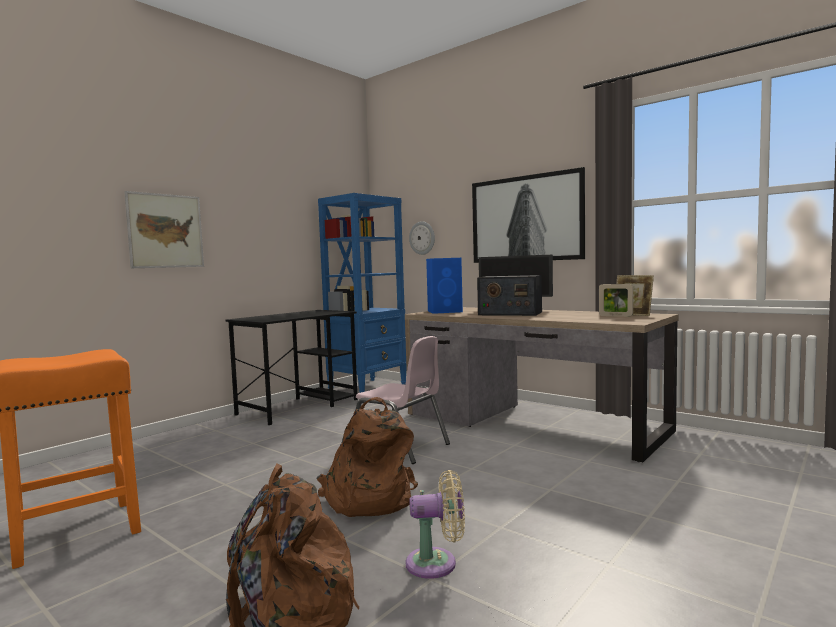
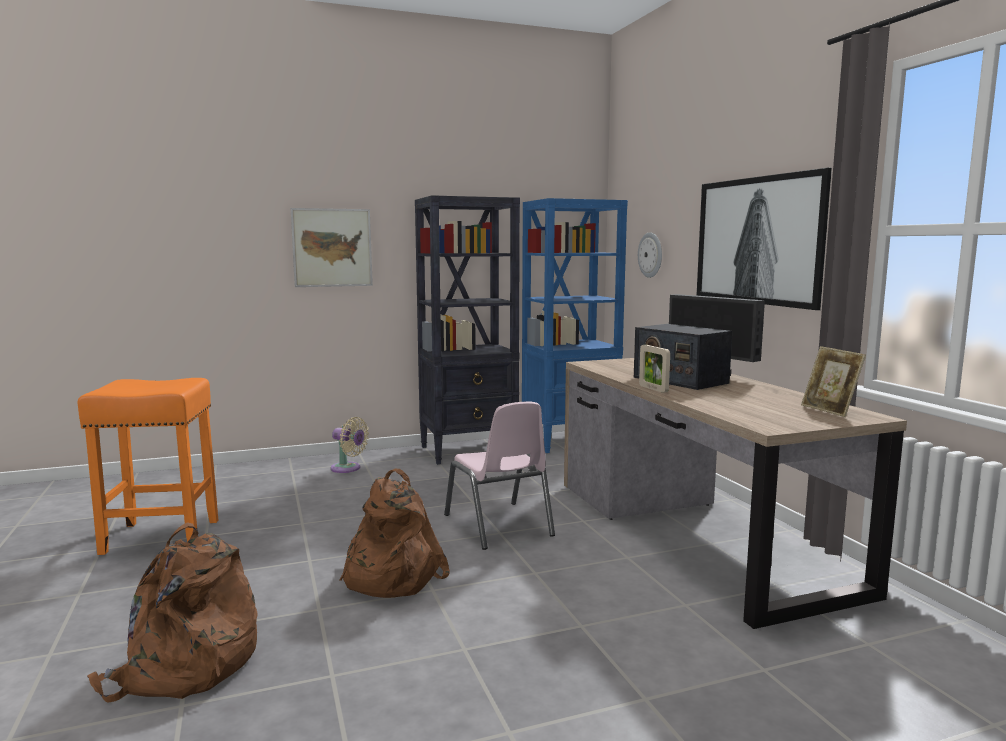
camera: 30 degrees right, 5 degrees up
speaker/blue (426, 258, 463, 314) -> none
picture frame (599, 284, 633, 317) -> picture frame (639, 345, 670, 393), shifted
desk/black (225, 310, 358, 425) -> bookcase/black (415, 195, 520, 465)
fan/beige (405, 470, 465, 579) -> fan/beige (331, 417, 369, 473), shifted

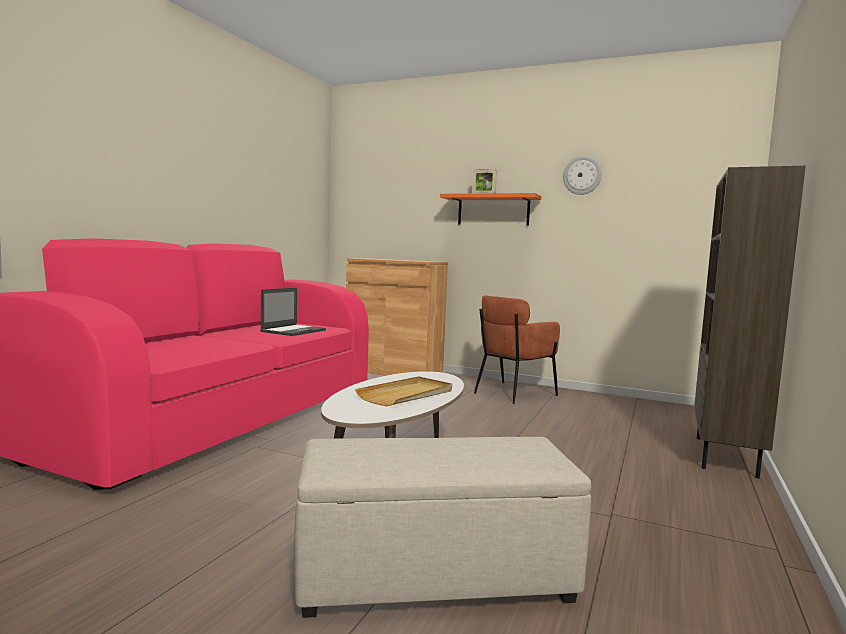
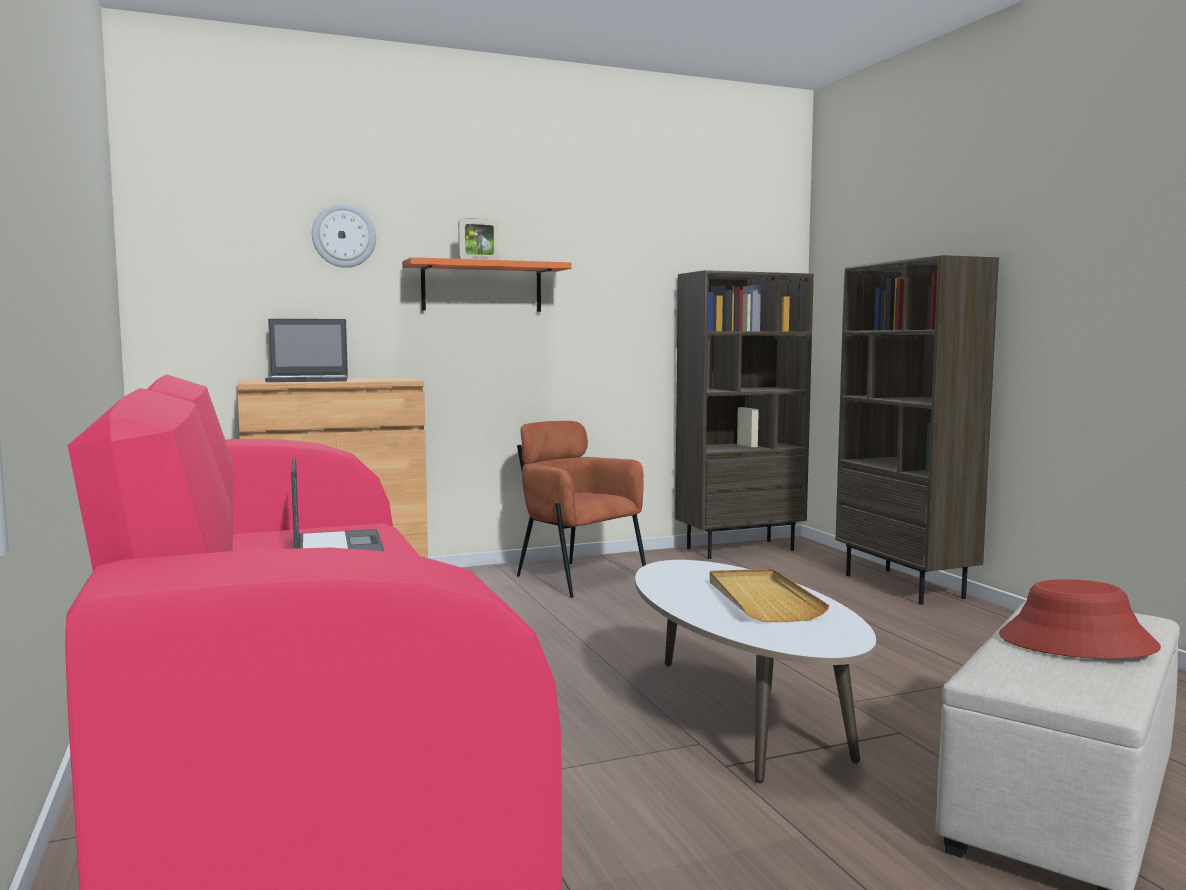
camera: 45 degrees left, 0 degrees up
wall clock (563, 156, 602, 195) -> wall clock (312, 204, 376, 268), shifted
armchair/brown (474, 295, 560, 404) -> armchair/brown (517, 421, 646, 598), 135 degrees clockwise
none -> bookcase/brown (675, 270, 814, 559)
none -> laptop (265, 319, 348, 382)
none -> hat/red (999, 579, 1161, 659)

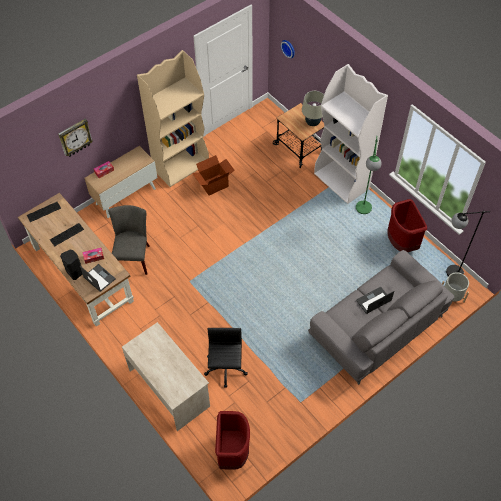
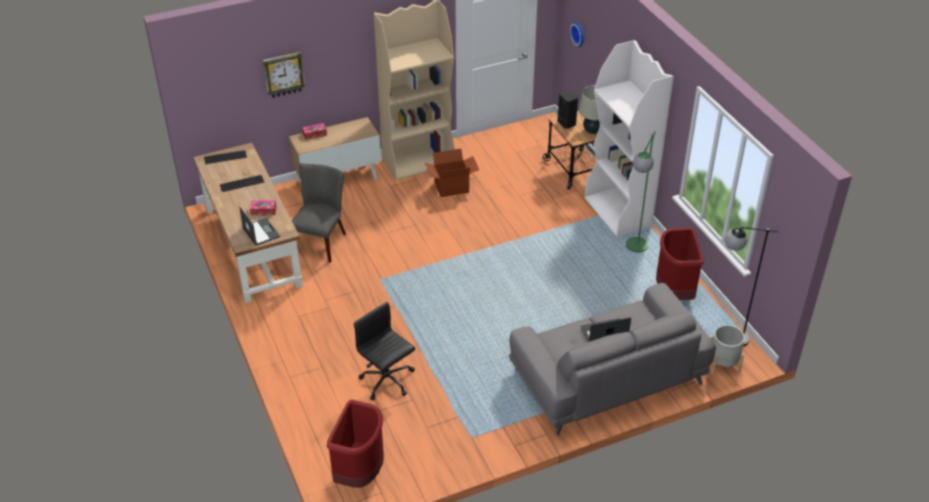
camera: 15 degrees right, 15 degrees down
speaker/black (60, 250, 82, 280) -> speaker/black (558, 90, 578, 129), shifted
desk/beige (122, 322, 210, 431) -> none
office chair/black (204, 328, 248, 388) -> office chair/black (354, 302, 415, 400), 60 degrees counterclockwise

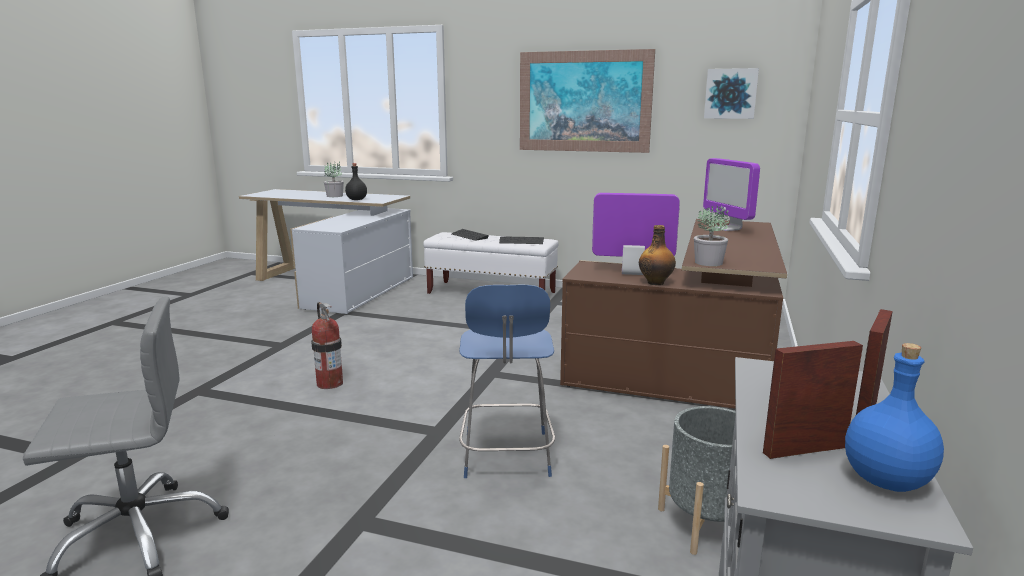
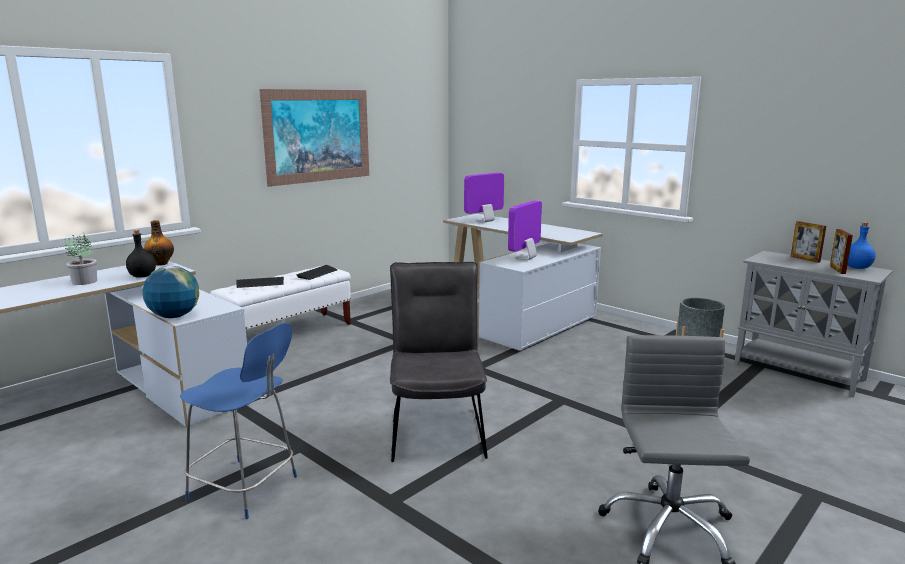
camera: 65 degrees left, 0 degrees up
picture (704, 68, 759, 119) -> none
monitor (703, 158, 760, 231) -> monitor (464, 173, 504, 223), 135 degrees clockwise
potted plant (694, 205, 729, 266) -> none
desk/brown (560, 219, 787, 409) -> desk/white (443, 213, 603, 351)
bottle (639, 225, 676, 285) -> bottle (144, 220, 174, 266), shifted
chair/blue (459, 285, 555, 478) -> chair/blue (180, 323, 297, 519), shifted
fire extinguisher (311, 302, 343, 389) -> chair/grey (390, 262, 488, 462)
none -> globe (142, 266, 199, 318)

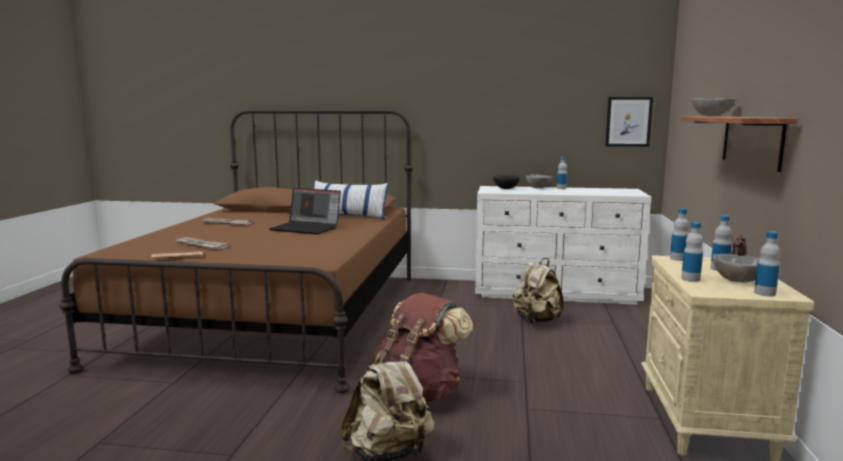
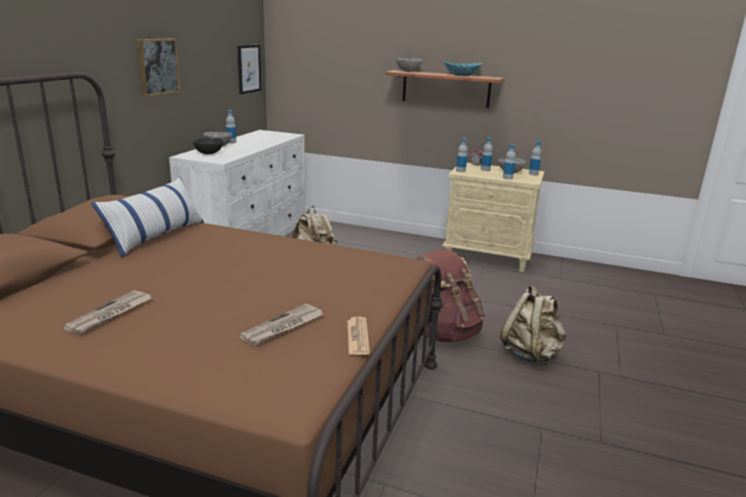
camera: 80 degrees left, 10 degrees up
laptop (269, 188, 341, 235) -> none
none -> picture (137, 39, 180, 97)
none -> bowl (444, 62, 482, 76)

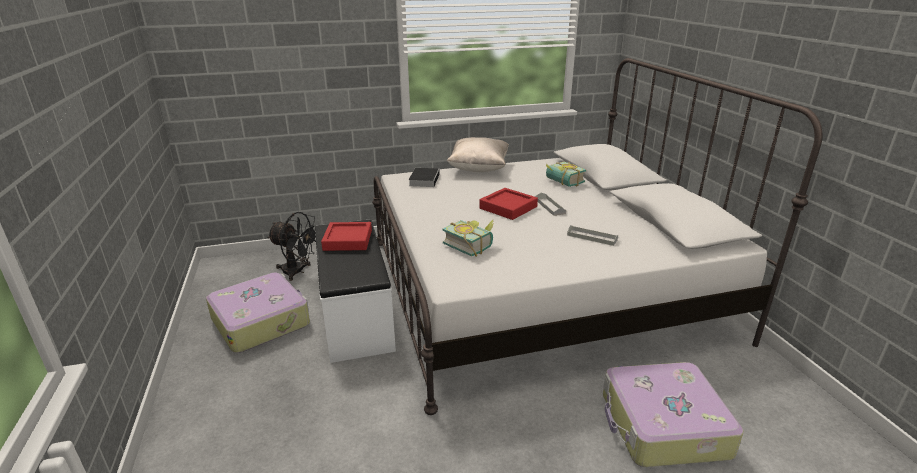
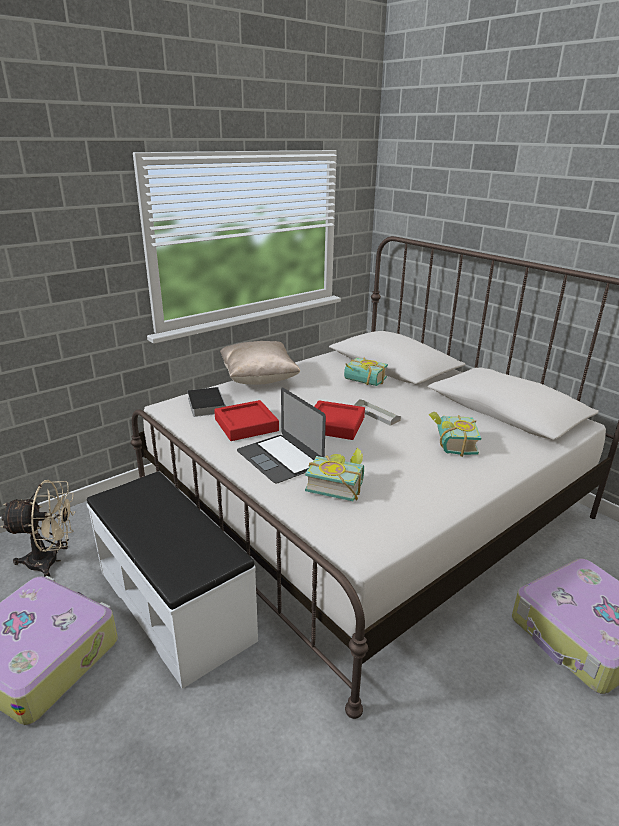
camera: 25 degrees left, 0 degrees up
fan/black (267, 212, 316, 281) -> fan/beige (0, 480, 75, 577)
tray/red (321, 222, 372, 251) -> tray/red (214, 400, 279, 441), shifted
tray/grey (567, 225, 618, 246) -> book (429, 412, 481, 457)
none -> laptop (237, 388, 326, 483)

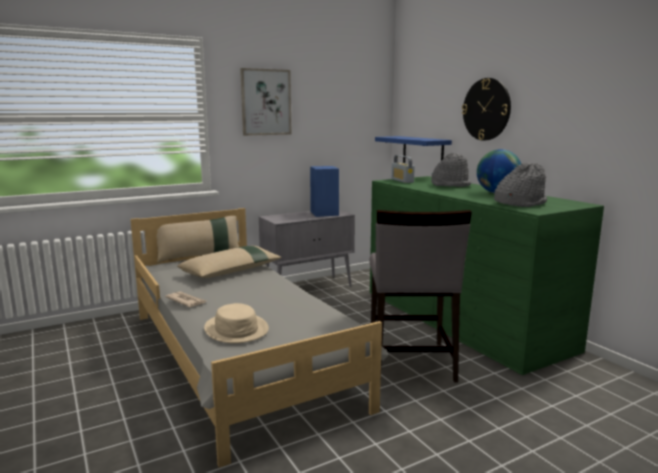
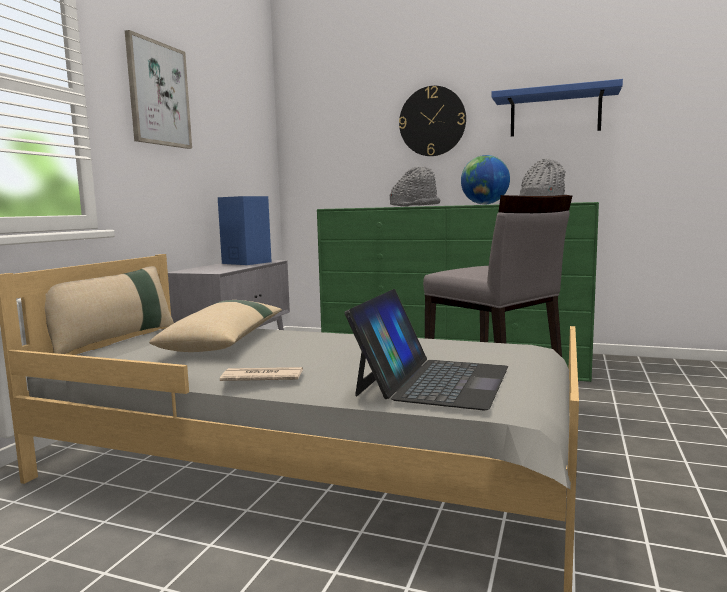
camera: 40 degrees left, 5 degrees down
shelf/blue (375, 136, 452, 163) -> shelf/blue (492, 79, 623, 137), shifted
radio (391, 155, 415, 183) -> none
hat/beige (204, 303, 269, 343) -> laptop (344, 289, 508, 410)

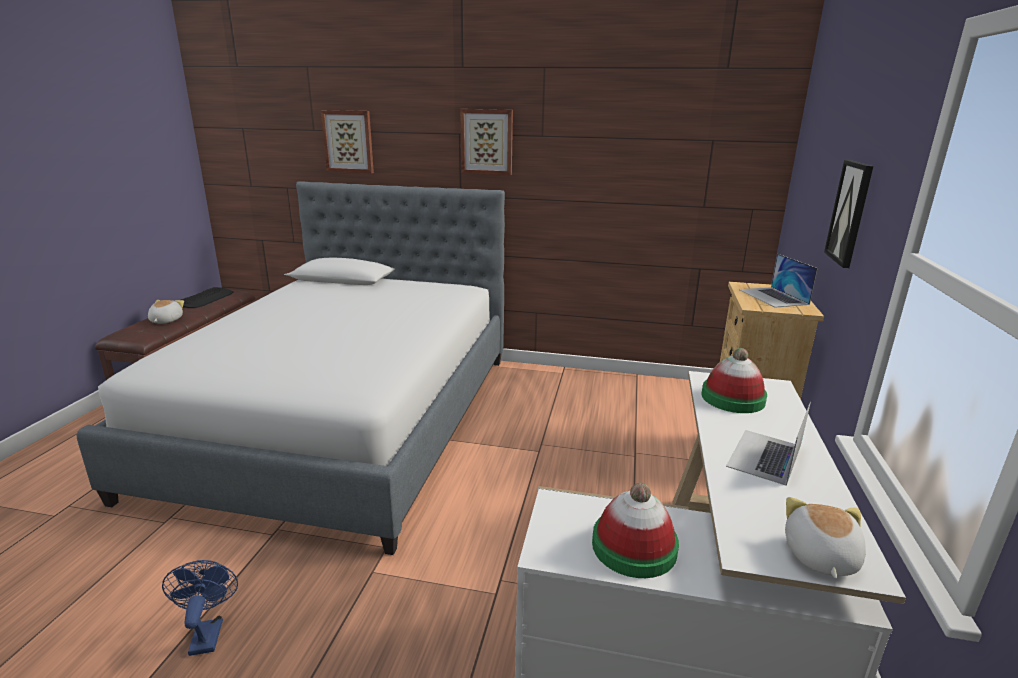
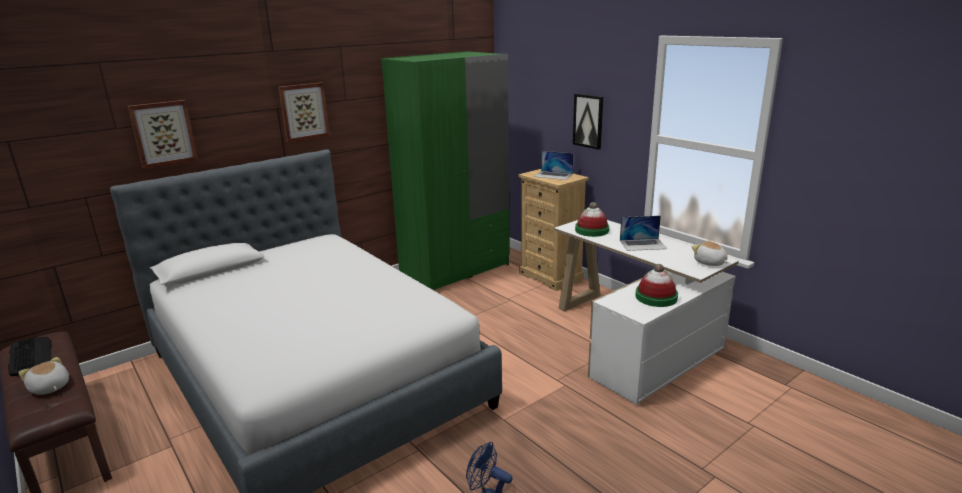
camera: 50 degrees left, 0 degrees up
laptop (726, 402, 811, 486) -> laptop (620, 216, 667, 251), 75 degrees counterclockwise
none -> wardrobe/green (381, 51, 510, 290)

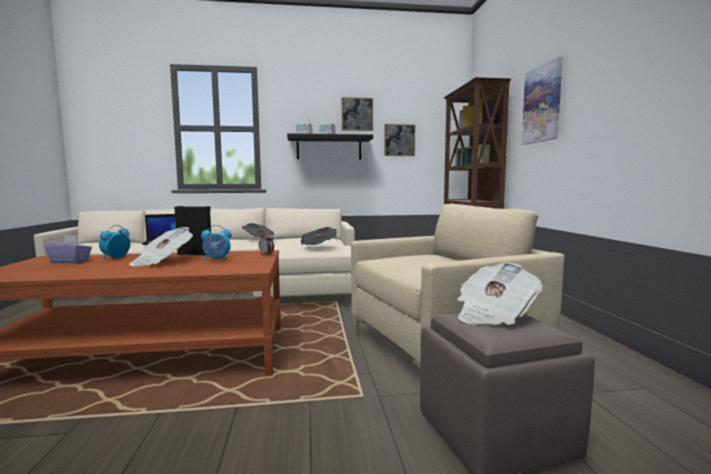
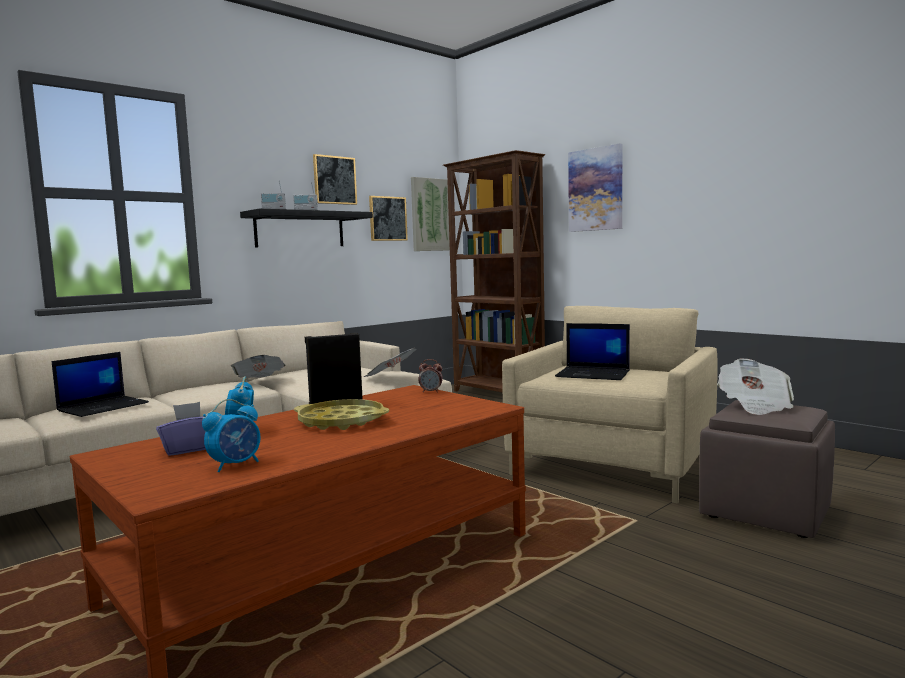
camera: 35 degrees left, 0 degrees up
alarm clock (201, 225, 232, 261) -> alarm clock (202, 399, 260, 473), shifted
newspaper (129, 227, 193, 266) -> tray/yellow (294, 399, 389, 430)
none -> picture (411, 177, 450, 251)
none -> laptop (555, 323, 630, 380)

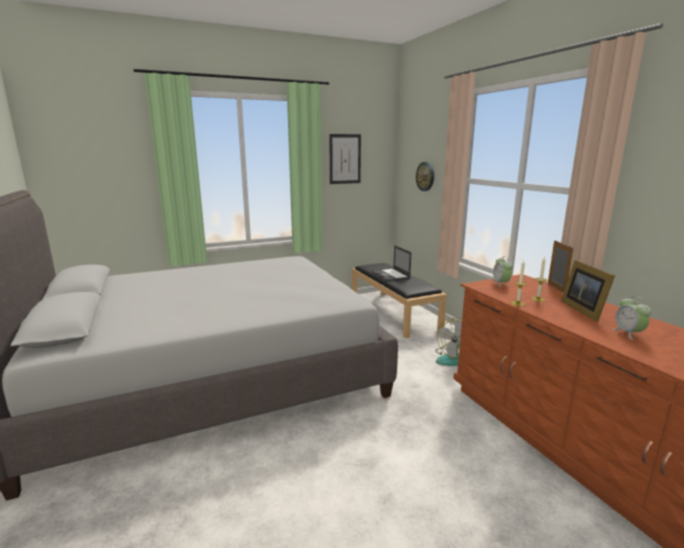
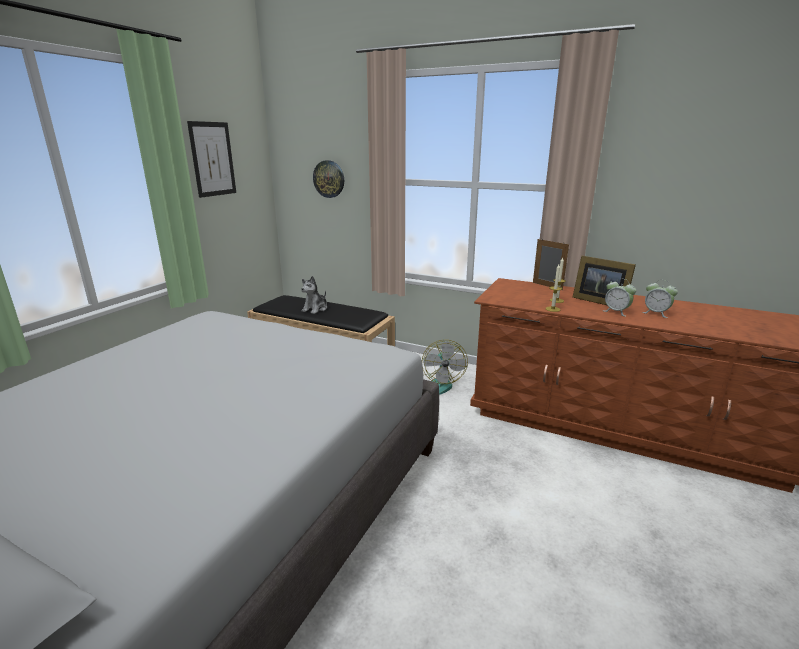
camera: 40 degrees left, 5 degrees up
laptop (372, 245, 411, 281) -> plush toy (301, 276, 327, 314)
alarm clock (492, 256, 513, 287) -> alarm clock (604, 279, 636, 317), shifted

